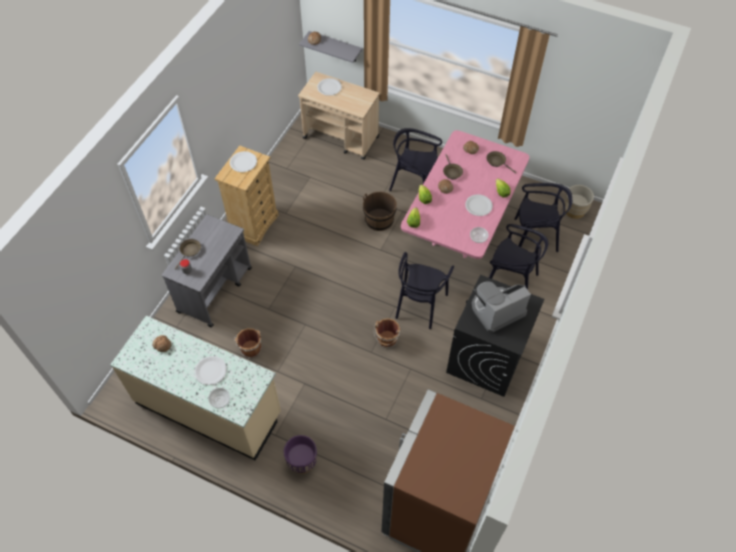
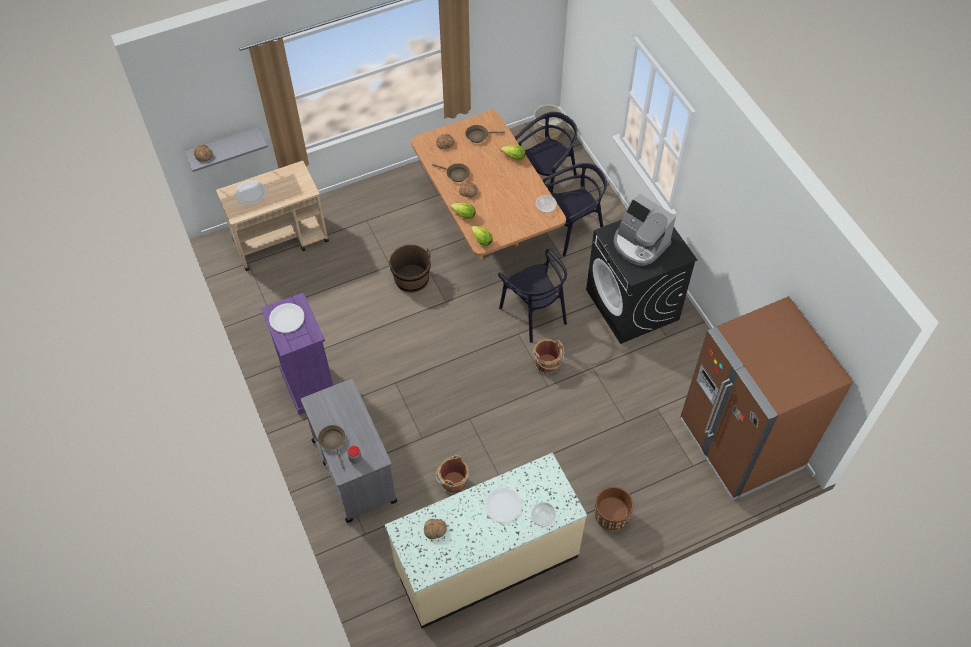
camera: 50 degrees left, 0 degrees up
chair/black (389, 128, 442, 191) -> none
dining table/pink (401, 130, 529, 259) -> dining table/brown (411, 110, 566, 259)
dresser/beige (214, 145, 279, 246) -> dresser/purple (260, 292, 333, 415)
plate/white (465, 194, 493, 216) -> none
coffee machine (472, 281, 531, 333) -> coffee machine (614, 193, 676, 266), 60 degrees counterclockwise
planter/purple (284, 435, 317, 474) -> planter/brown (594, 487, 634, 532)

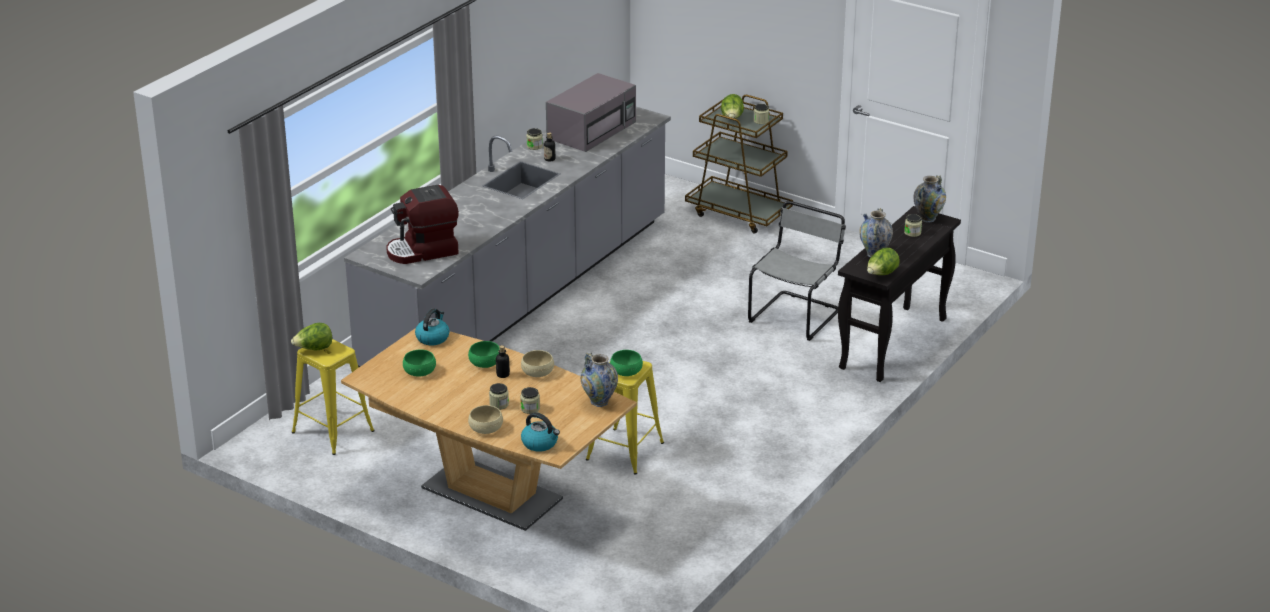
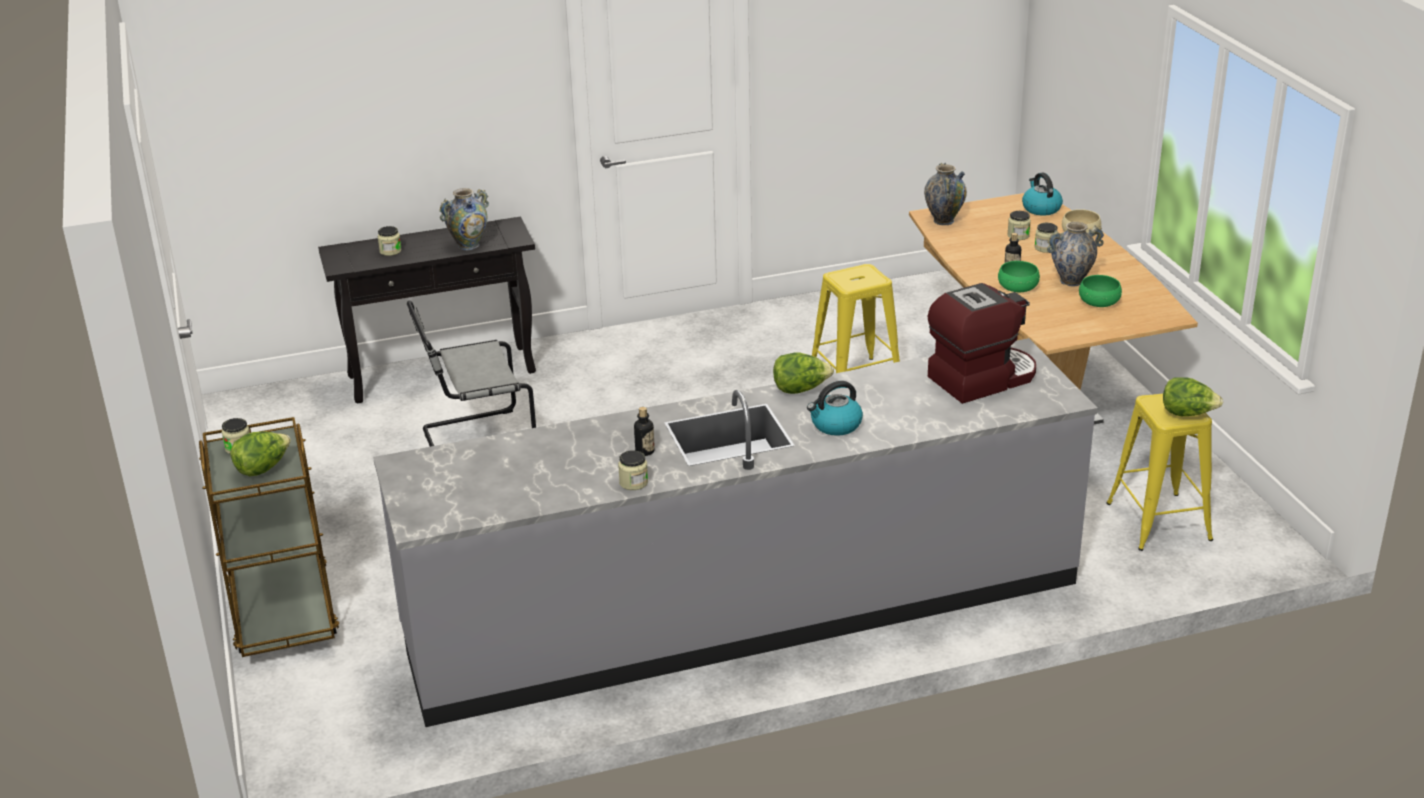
camera: 140 degrees left, 0 degrees up
microwave/grey (546, 73, 636, 152) -> none
vase (913, 175, 946, 223) -> vase (1047, 222, 1104, 286), shifted
coffee machine (386, 185, 459, 264) -> coffee machine (928, 283, 1036, 404), 45 degrees counterclockwise
lettuce (867, 248, 900, 275) -> lettuce (773, 352, 834, 394), shifted
kettle (415, 308, 449, 346) -> kettle (807, 381, 863, 436), shifted
bowl/beige (521, 350, 554, 377) -> none
bowl/green (610, 350, 643, 376) -> none

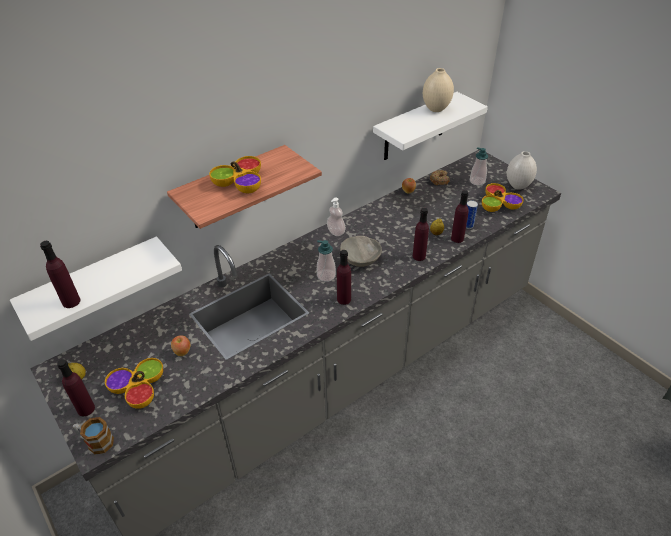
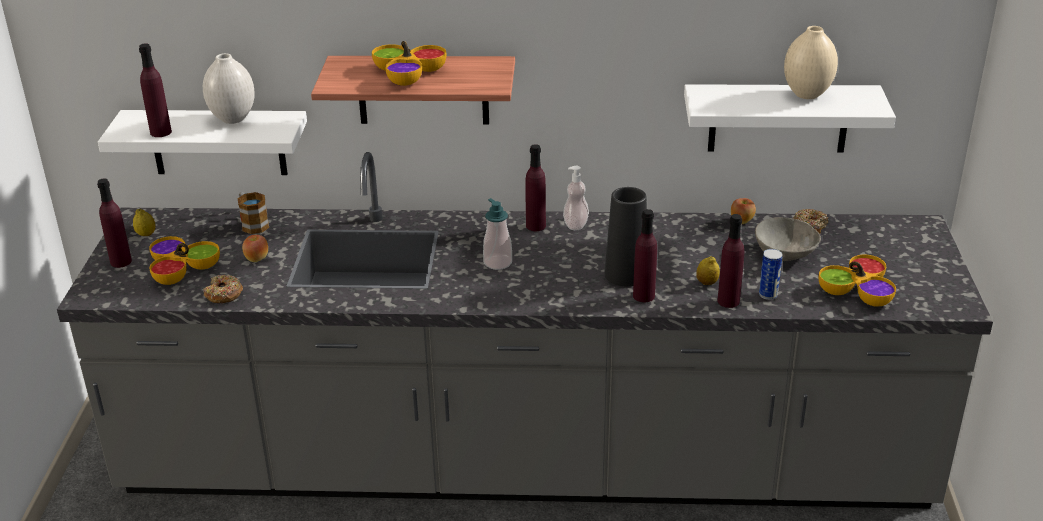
camera: 40 degrees right, 10 degrees down
soap dispenser (470, 147, 488, 185) -> none
vase/white (507, 151, 537, 190) -> vase/white (203, 53, 255, 124), shifted
bowl/grey (340, 236, 382, 267) -> bowl/grey (755, 217, 821, 261), shifted
bottle/purple (337, 250, 351, 305) -> bottle/purple (525, 144, 546, 231), shifted
mug (73, 417, 114, 454) -> mug (238, 192, 269, 234), shifted
none -> vase/black (604, 187, 647, 287)
none -> donut (204, 275, 243, 303)

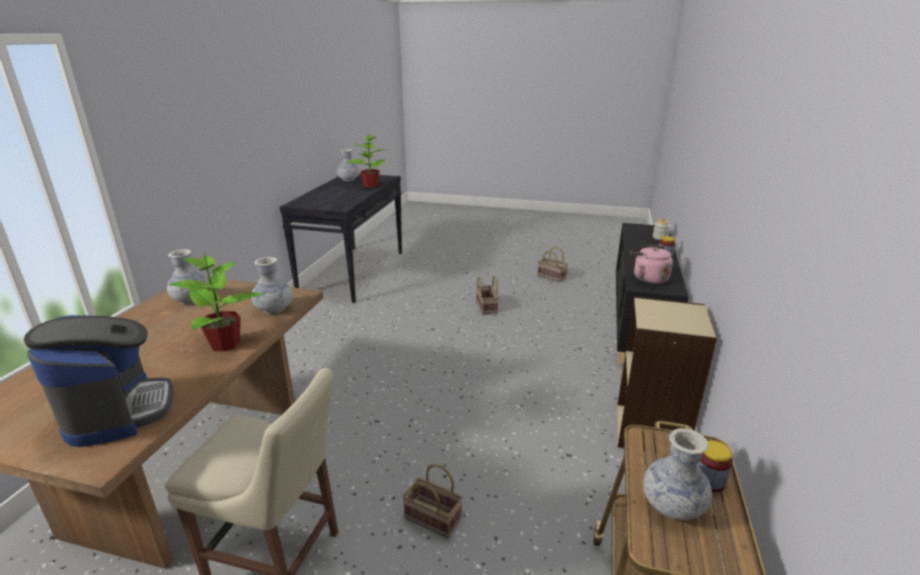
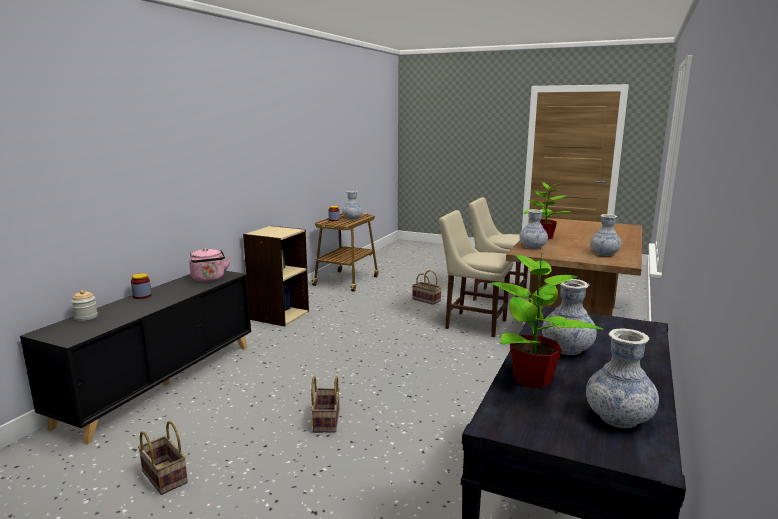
camera: 170 degrees left, 10 degrees down
coffee machine (24, 315, 174, 447) -> none
none -> chair/beige (439, 210, 513, 337)
none -> vase (542, 279, 597, 355)

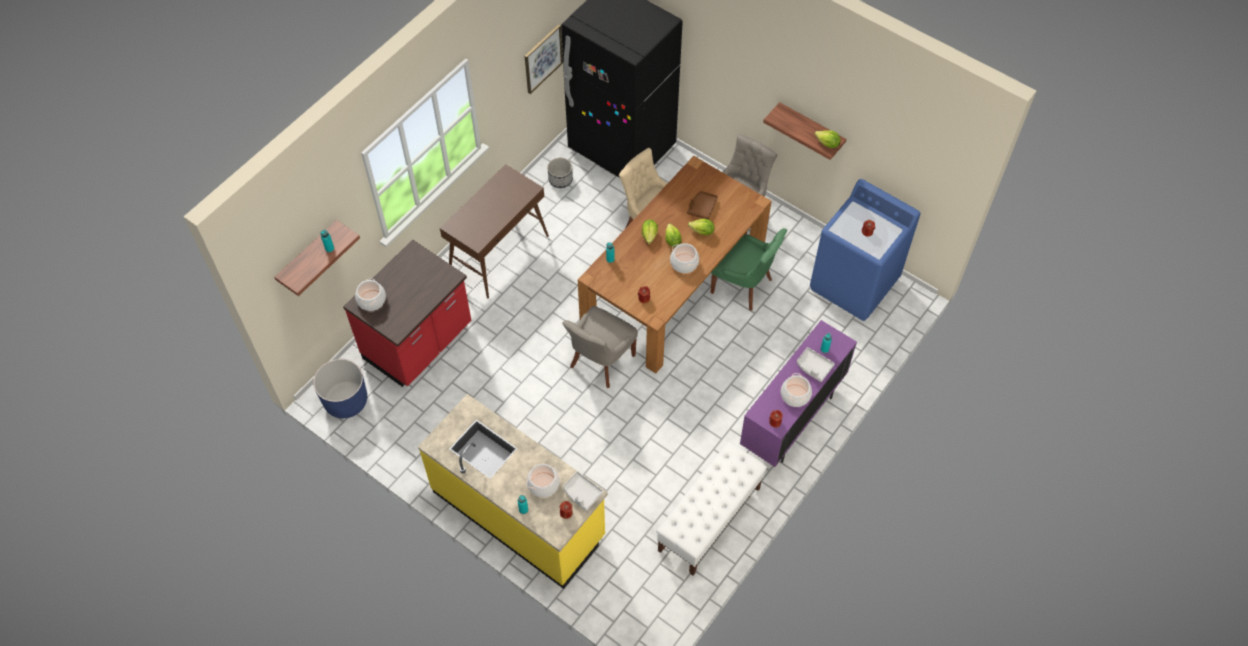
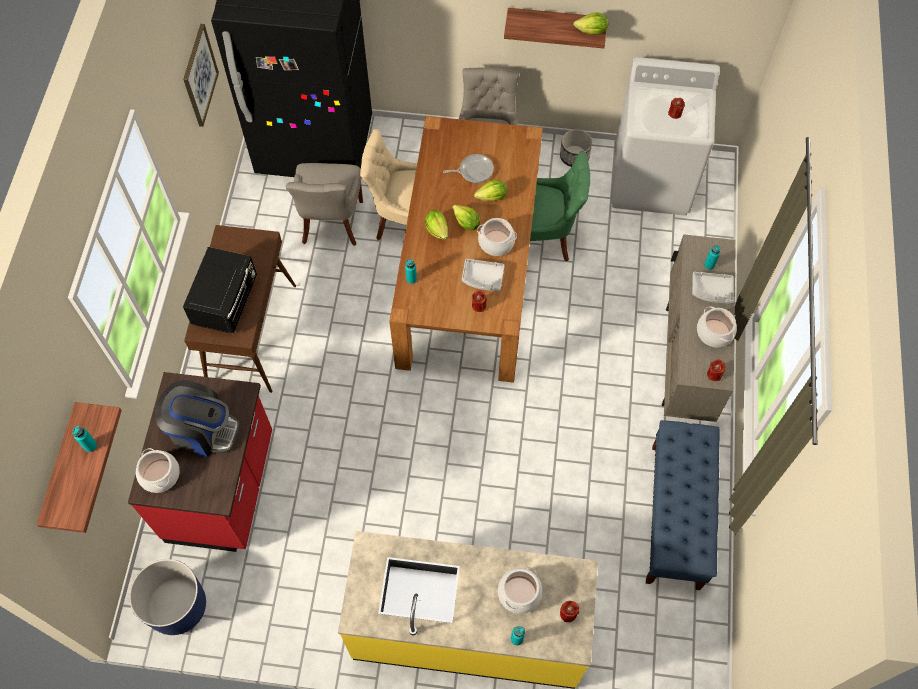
camera: 30 degrees left, 5 degrees up
planter (548, 158, 573, 188) -> planter (560, 129, 592, 167), shifted
washing machine/blue (810, 179, 921, 321) -> washing machine/white (611, 57, 720, 216)
tray/brown (687, 191, 718, 219) -> frying pan (443, 154, 494, 183)
chair/grey (562, 306, 638, 388) -> chair/grey (286, 163, 363, 246), shifted
cabinet/purple (740, 320, 857, 467) -> cabinet/beige (661, 234, 736, 422)
bench/white (656, 441, 767, 576) -> bench/blue (646, 420, 720, 590)
tray/grey (563, 471, 603, 511) -> tray/grey (462, 259, 505, 292), shifted
none -> microwave/black (183, 247, 257, 334)
none -> coffee machine (155, 380, 240, 457)

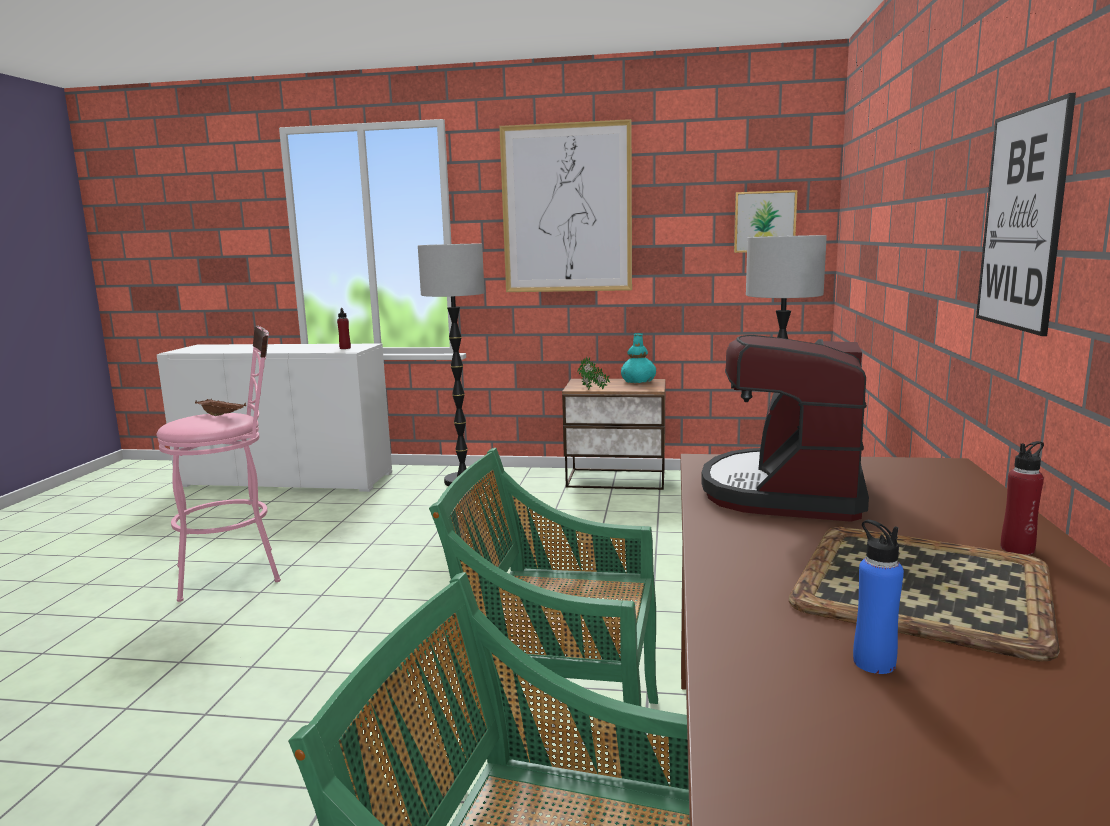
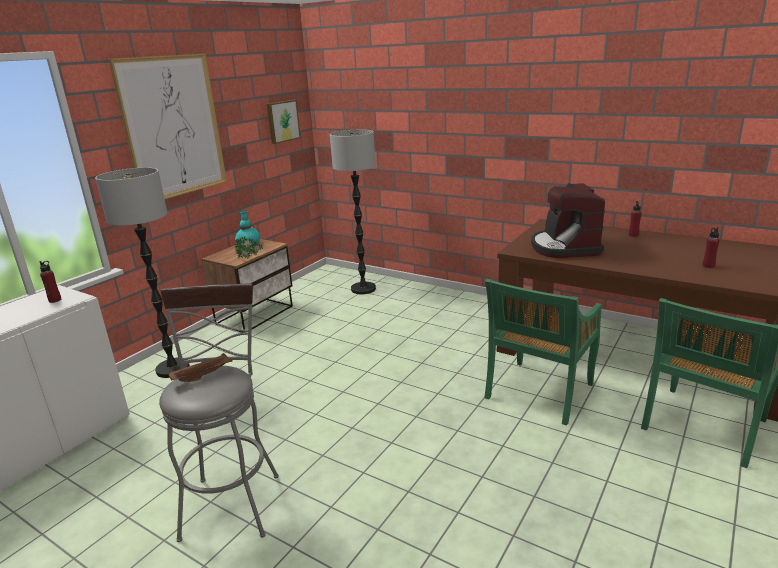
camera: 65 degrees left, 10 degrees up
picture (976, 93, 1076, 336) -> none
stool/pink (157, 326, 281, 602) -> stool/grey (159, 284, 279, 542)
coffee machine (701, 335, 869, 522) -> coffee machine (531, 183, 605, 258), 45 degrees clockwise
bottle/blue (853, 520, 904, 674) -> bottle/red (703, 227, 720, 268)
tray (789, 527, 1060, 662) -> none

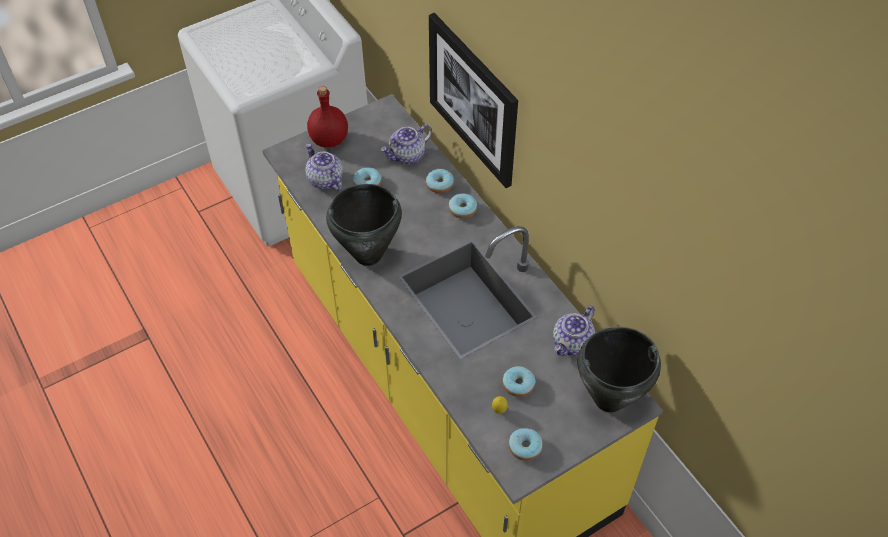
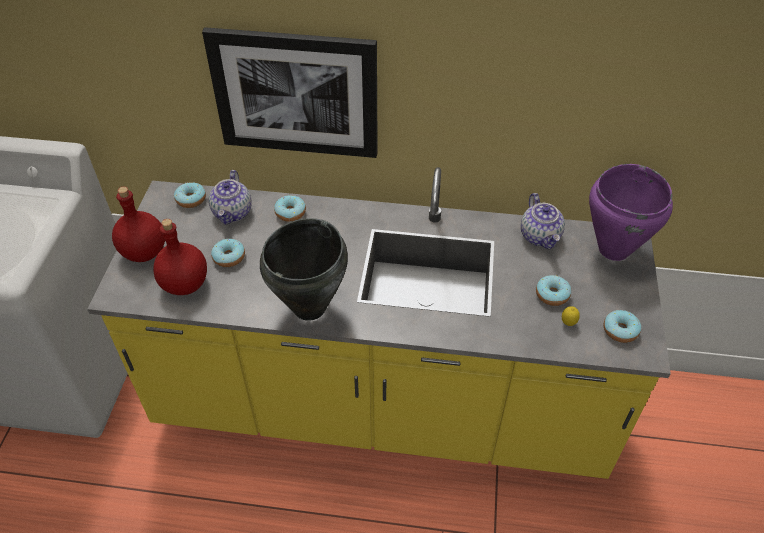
camera: 50 degrees left, 5 degrees down
teapot (305, 143, 343, 191) -> bottle/red (153, 219, 207, 295)
donut (449, 193, 477, 219) -> donut (174, 182, 206, 208), shifted
cooking pot/black (577, 327, 661, 412) -> cooking pot/purple (589, 164, 673, 261)

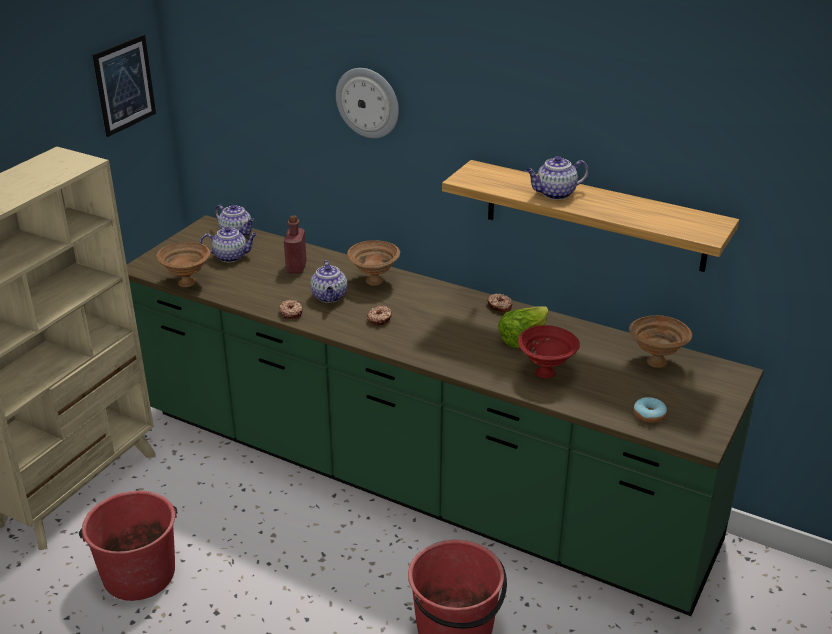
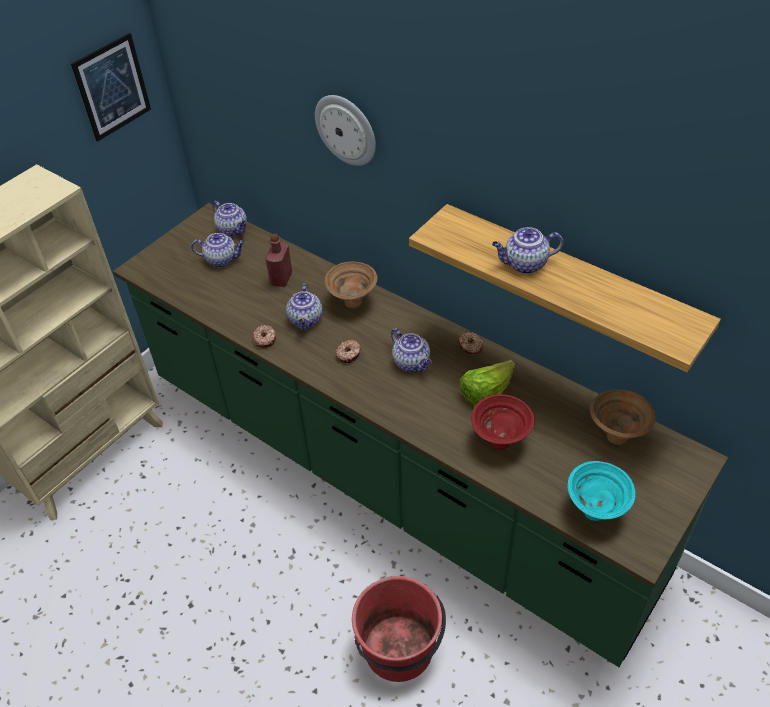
camera: 10 degrees right, 15 degrees up
bowl/brown (156, 242, 210, 287) -> none
donut (633, 397, 667, 423) -> bowl/turquoise (568, 461, 636, 521)
bucket/red (79, 491, 178, 601) -> none
none -> teapot (391, 328, 432, 372)

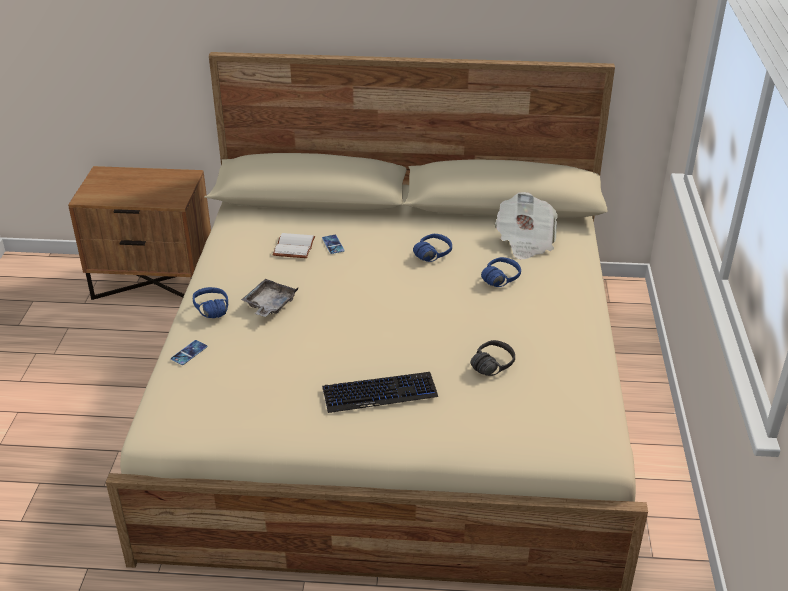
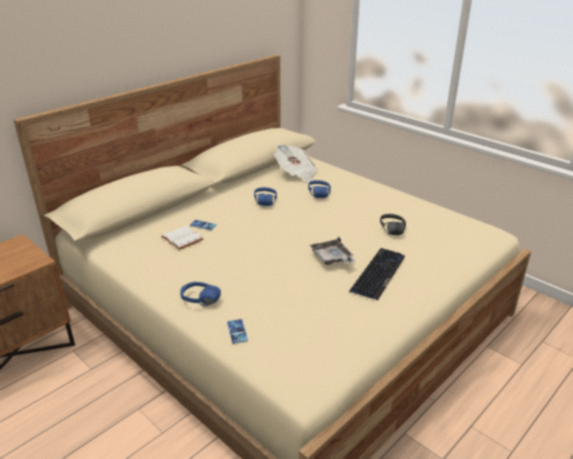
camera: 50 degrees left, 5 degrees down
tray/grey (241, 279, 298, 317) -> tray/grey (309, 237, 355, 265), shifted

